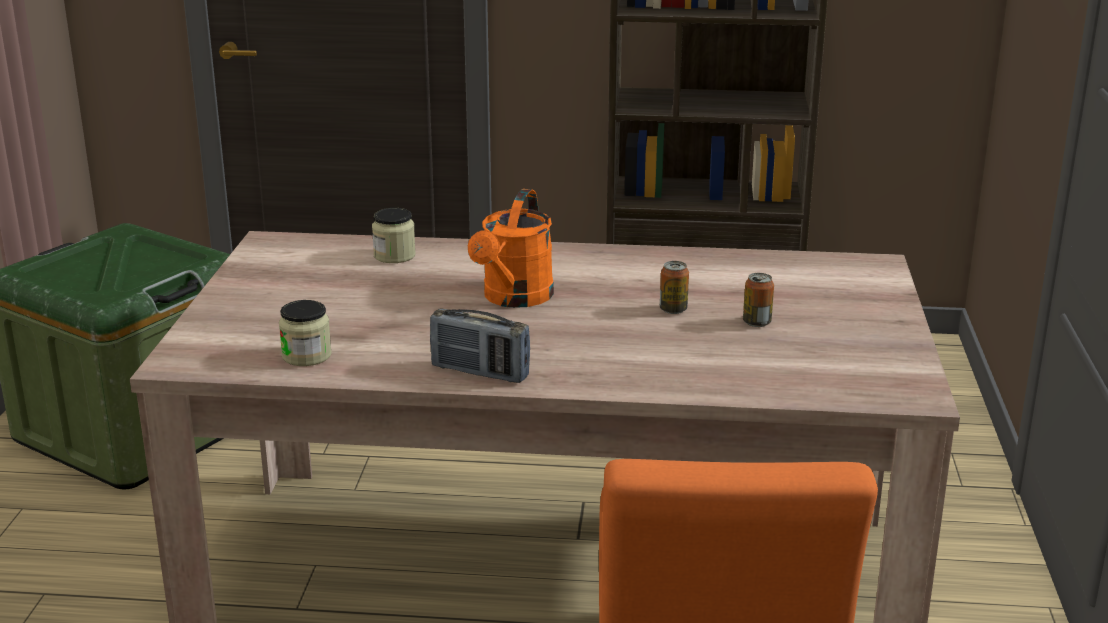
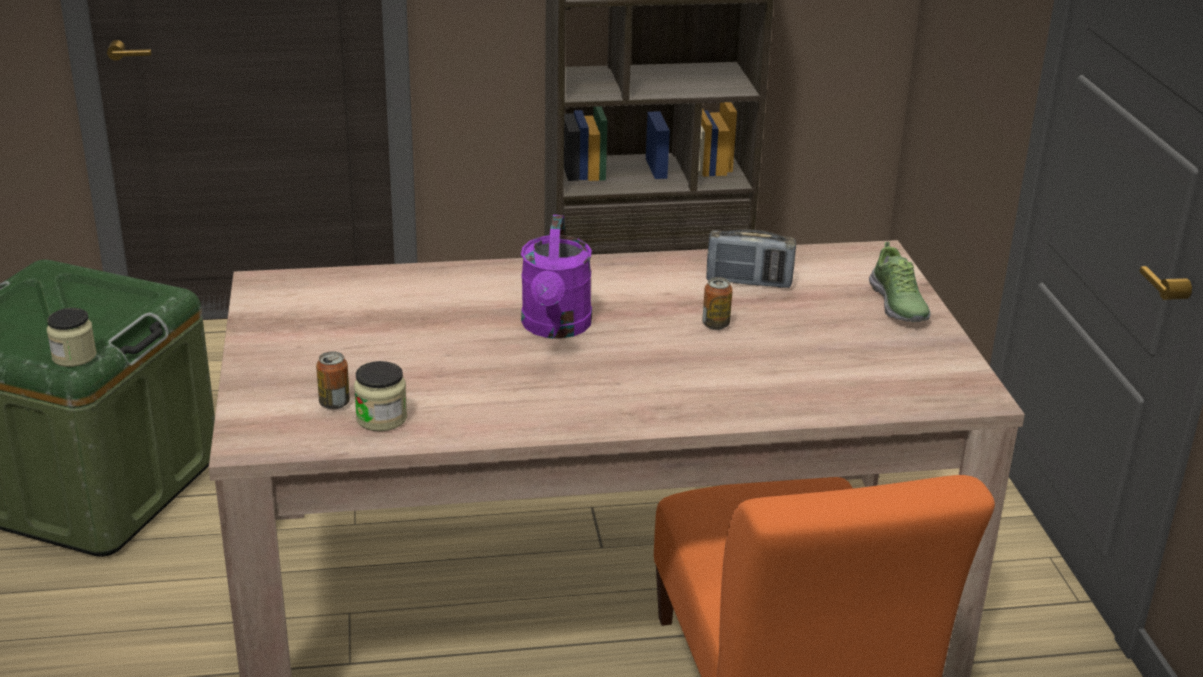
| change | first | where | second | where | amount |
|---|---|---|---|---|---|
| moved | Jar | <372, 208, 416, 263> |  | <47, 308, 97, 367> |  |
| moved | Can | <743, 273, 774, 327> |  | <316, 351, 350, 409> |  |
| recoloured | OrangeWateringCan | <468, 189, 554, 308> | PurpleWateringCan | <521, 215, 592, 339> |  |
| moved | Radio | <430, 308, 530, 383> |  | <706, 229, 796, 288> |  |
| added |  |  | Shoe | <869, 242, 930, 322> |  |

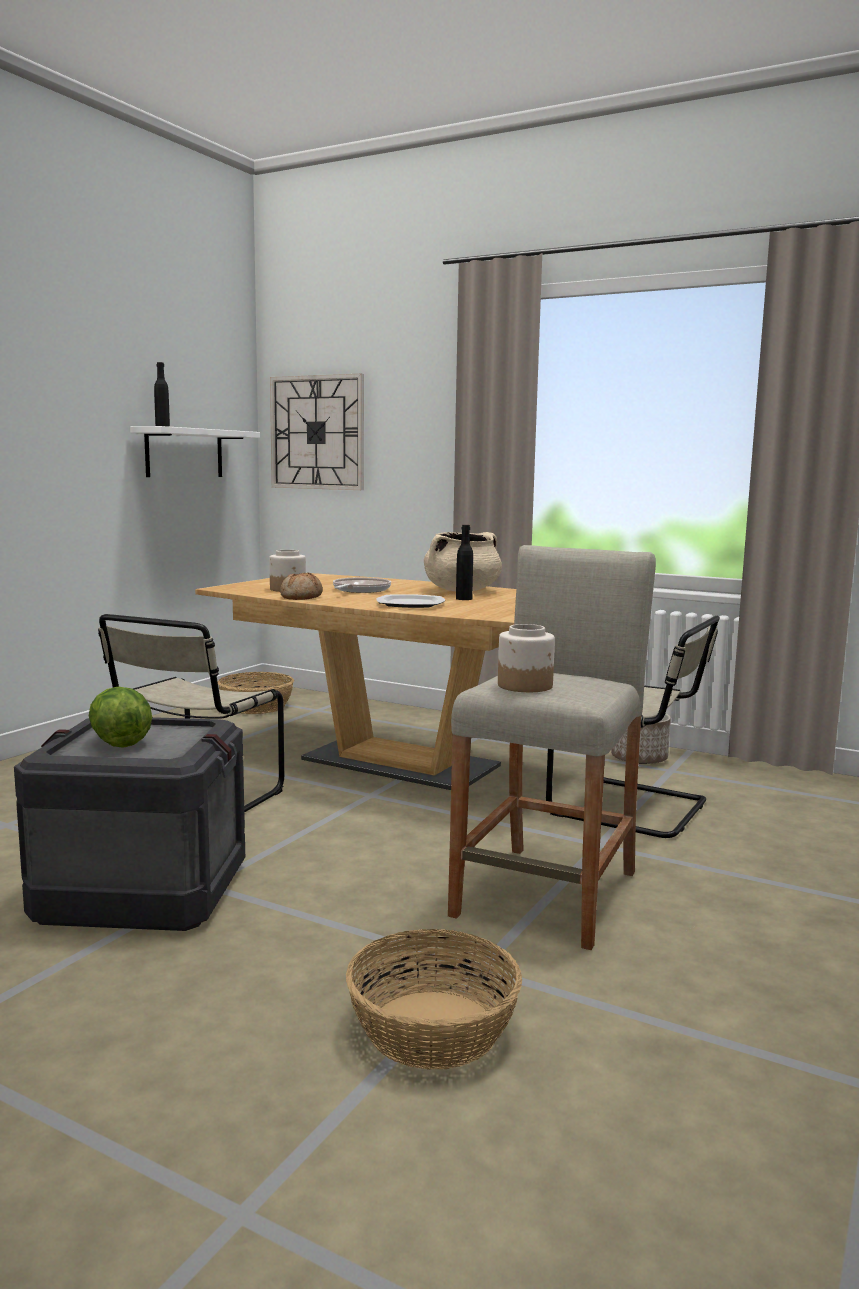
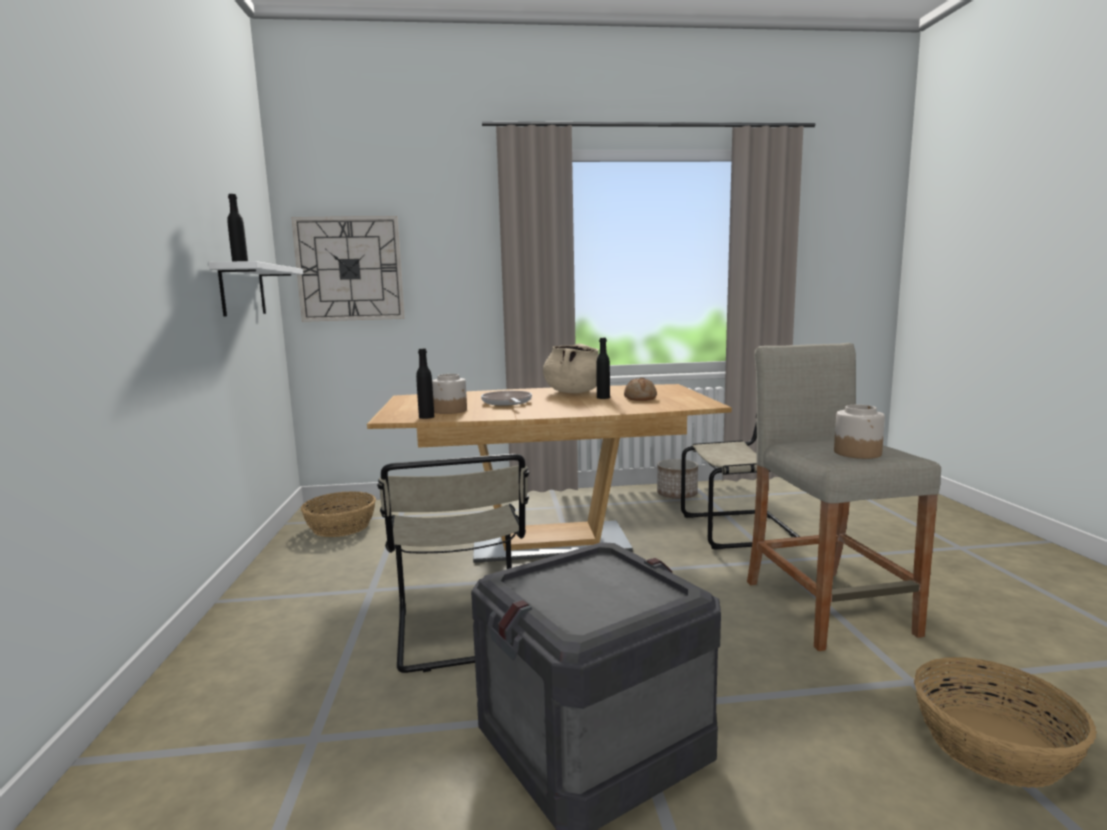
| change | first | where | second | where | amount |
|---|---|---|---|---|---|
| added |  |  | BlackBottle | <416, 348, 434, 419> |  |
| moved | Bread | <280, 573, 323, 600> |  | <624, 378, 657, 401> |  |
| removed | Lettuce | <89, 687, 152, 748> |  |  |  |
| removed | Plate | <376, 594, 445, 608> |  |  |  |

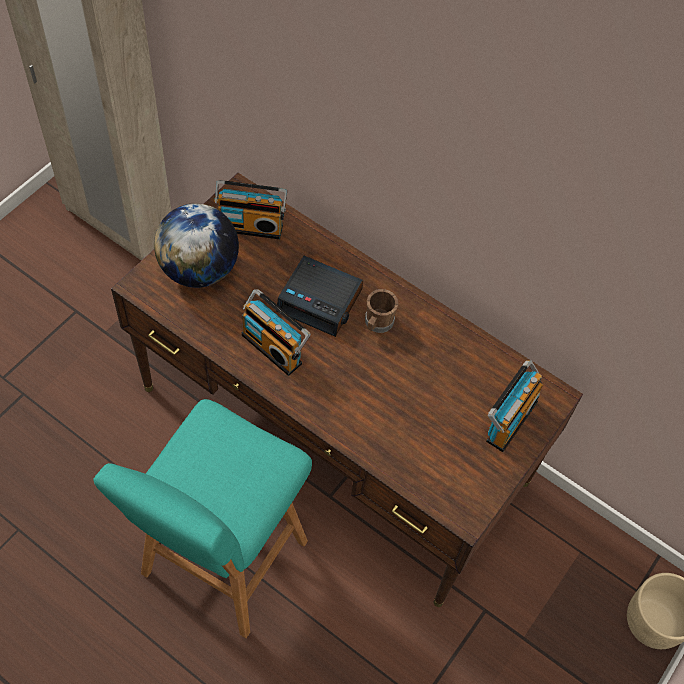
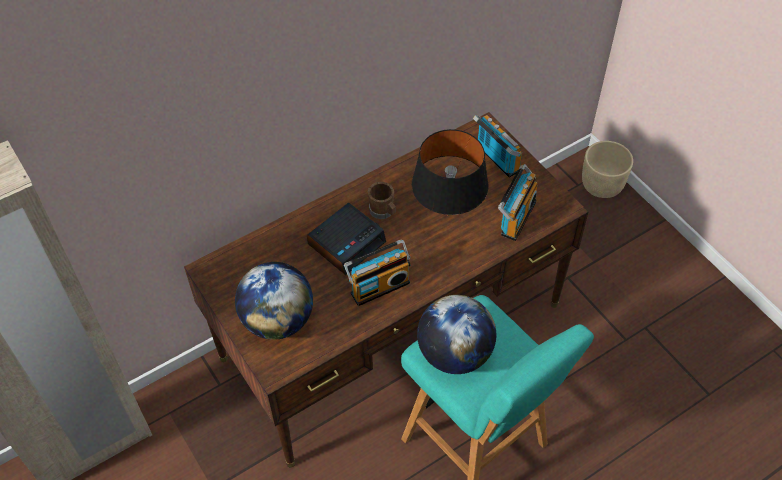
| change | first | where | second | where | amount |
|---|---|---|---|---|---|
| added |  |  | BlackTableLamp | <412, 129, 488, 216> |  |
| added |  |  | Globe | <417, 295, 496, 374> |  |
| moved | Radio | <214, 180, 287, 239> |  | <498, 164, 538, 241> |  |

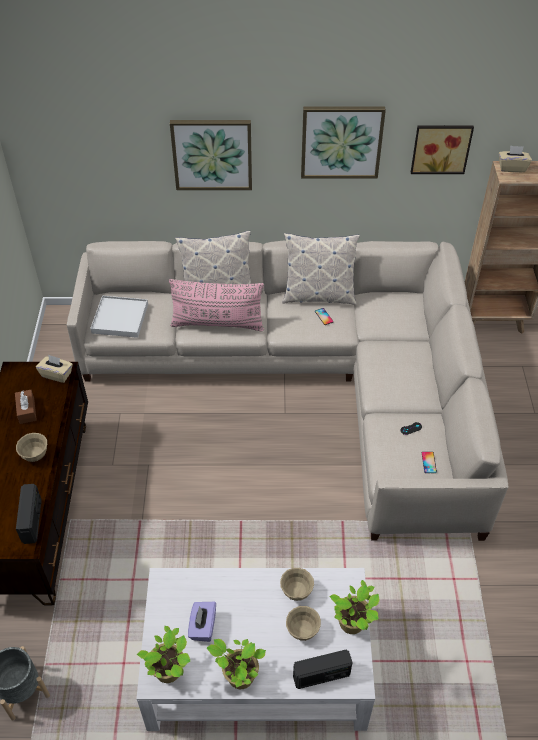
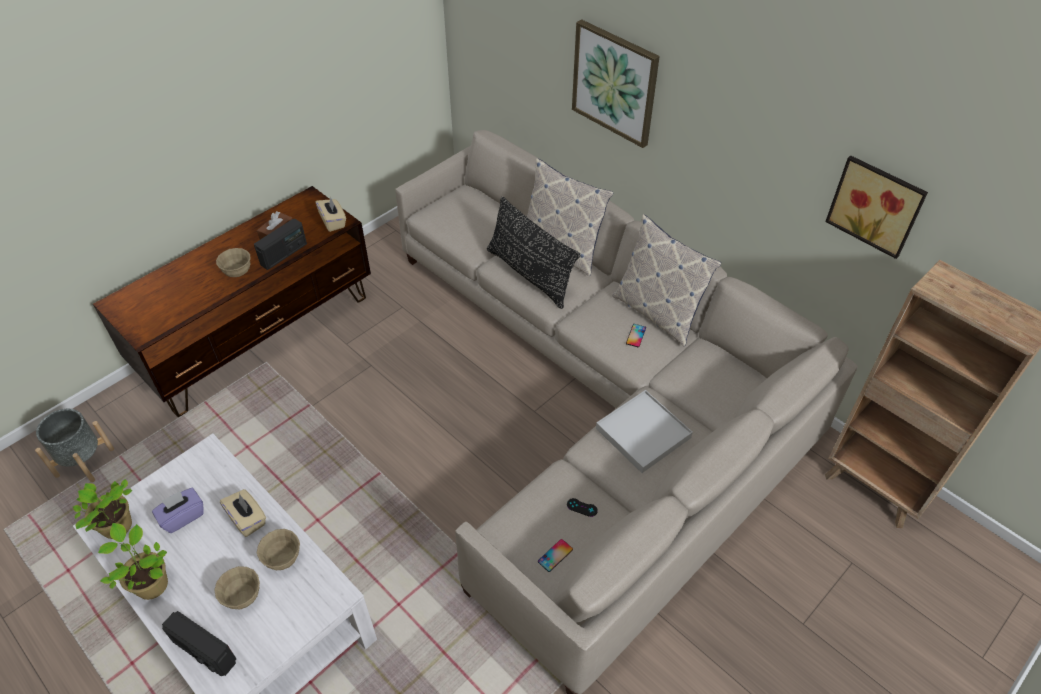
| change | first | where | second | where | amount |
|---|---|---|---|---|---|
| moved | BeigeTissueBox | <499, 145, 532, 172> |  | <220, 489, 266, 537> |  |
| moved | Radio | <16, 484, 42, 544> |  | <254, 218, 307, 270> |  |
| recoloured | PinkPillow | <169, 279, 264, 331> | BlackPillow | <487, 197, 580, 309> |  |
| moved | WhiteTray | <90, 296, 148, 338> |  | <596, 390, 693, 473> |  |
| removed | Picture | <301, 106, 386, 178> |  |  |  |
| removed | PottedPlant | <330, 580, 379, 634> |  |  |  |

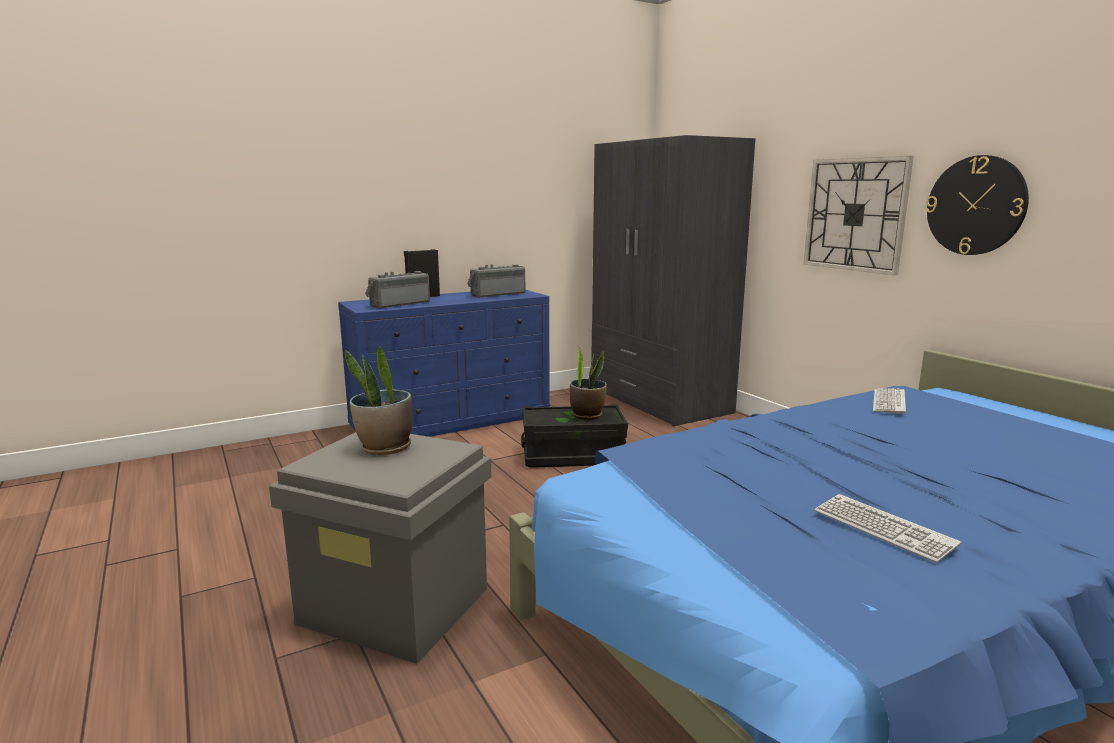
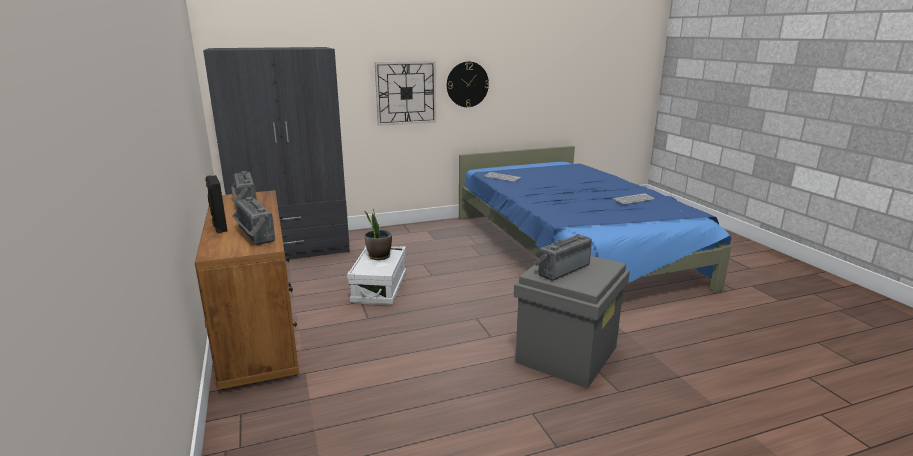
| change | first | where | second | where | amount |
|---|---|---|---|---|---|
| recoloured | BlueDresser | <338, 290, 550, 437> | BrownDresser | <195, 190, 299, 390> |  |
| recoloured | BlackStorageBox | <521, 405, 628, 468> | WhiteStorageBox | <347, 246, 406, 305> |  |
| replaced | PottedPlant | <345, 347, 412, 455> | Radio | <534, 234, 592, 280> |  |

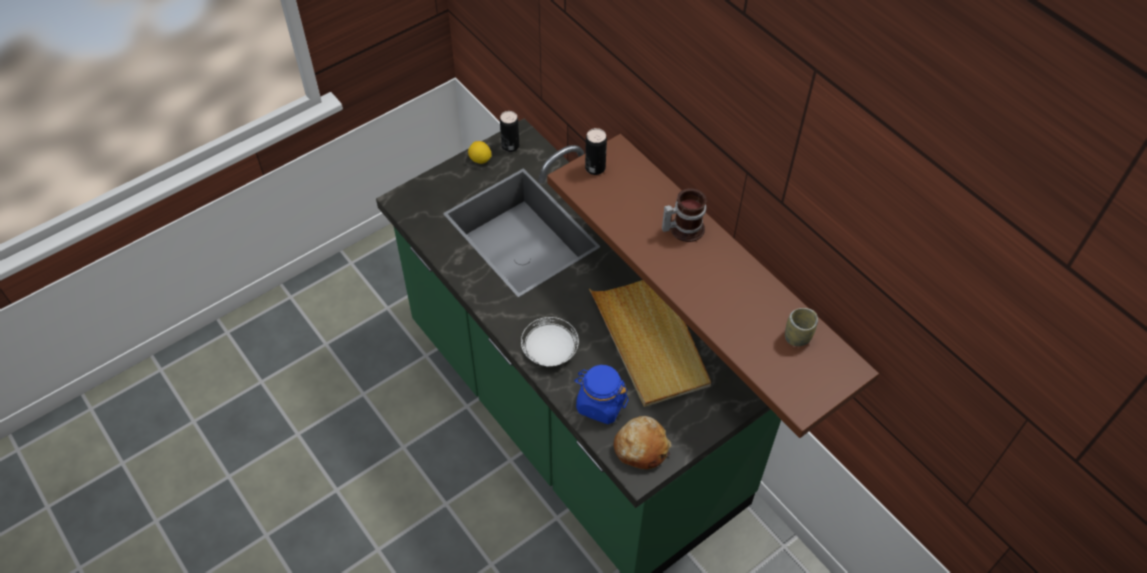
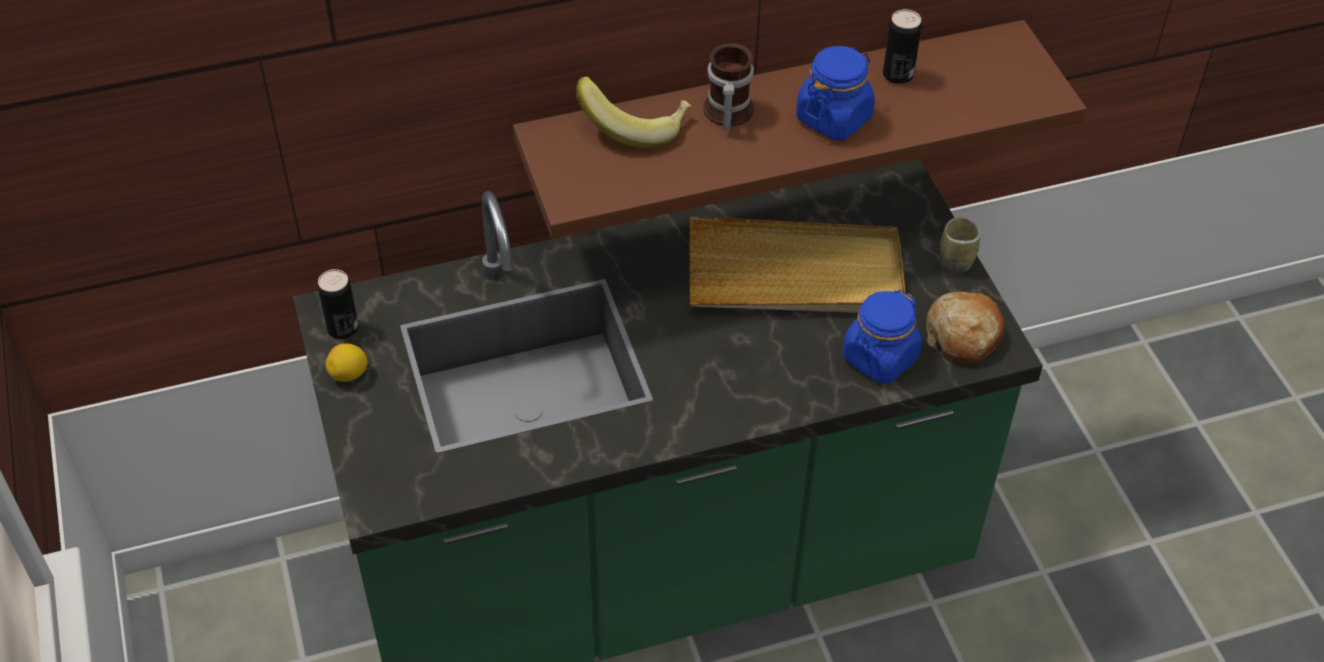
| change | first | where | second | where | amount |
|---|---|---|---|---|---|
| added |  |  | Banana | <576, 77, 692, 148> |  |
| added |  |  | BlueJar | <796, 46, 875, 140> |  |
| moved | Can | <585, 128, 607, 175> |  | <883, 9, 922, 84> |  |
| moved | Cup | <785, 308, 818, 346> |  | <940, 216, 980, 273> |  |
| removed | WhitePlate | <521, 317, 579, 367> |  |  |  |

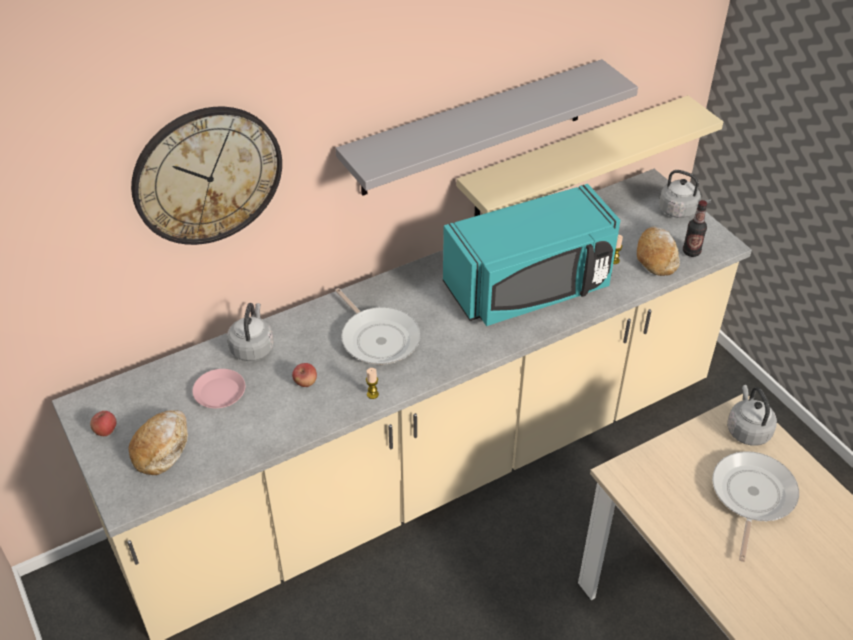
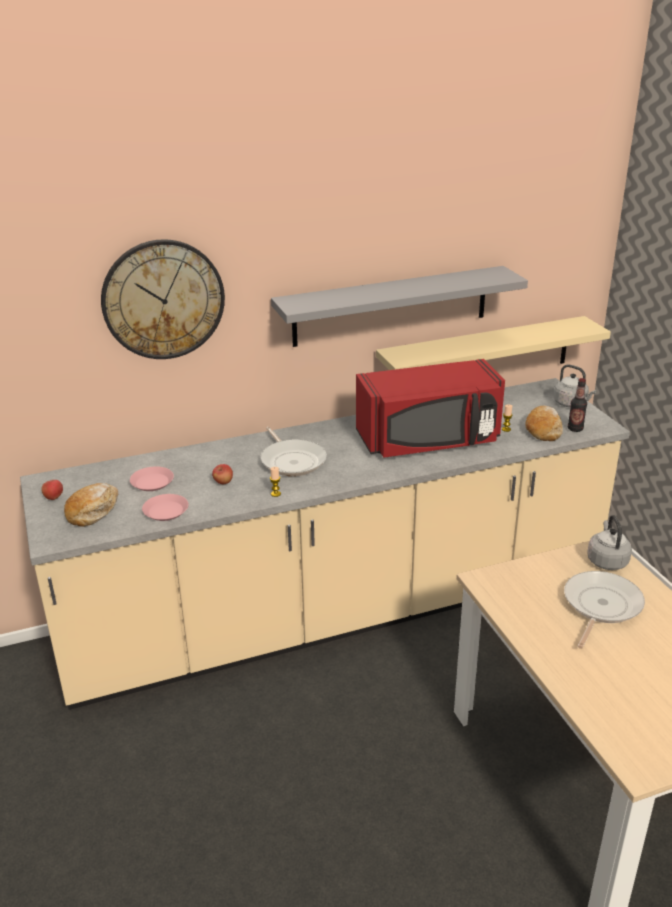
| change | first | where | second | where | amount |
|---|---|---|---|---|---|
| added |  |  | PinkPlate | <142, 494, 189, 521> |  |
| recoloured | TurquoiseMicrowave | <443, 184, 620, 326> | RedMicrowave | <356, 359, 505, 458> |  |
| removed | GreyKettle | <227, 303, 274, 361> |  |  |  |

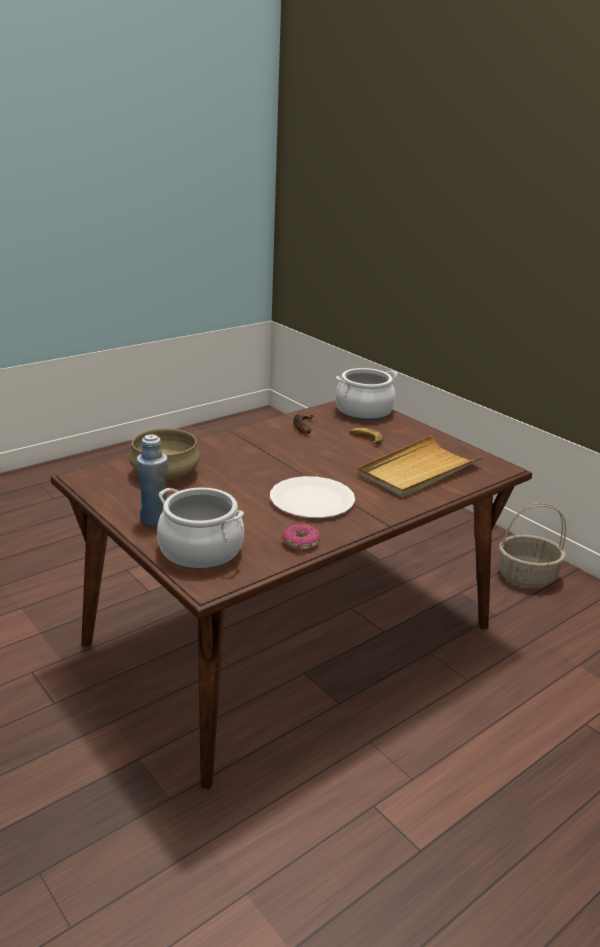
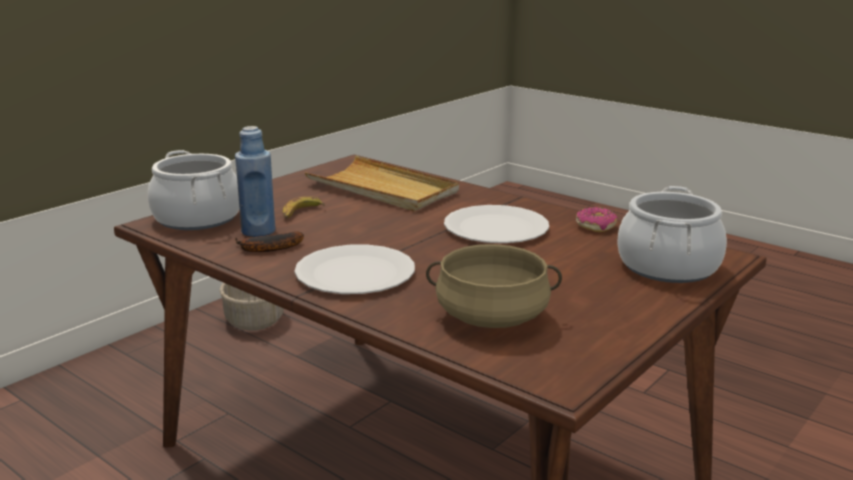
| change | first | where | second | where | amount |
|---|---|---|---|---|---|
| moved | BlueBottle | <137, 434, 168, 526> |  | <235, 126, 275, 237> |  |
| added |  |  | WhitePlate | <294, 245, 415, 294> |  |

